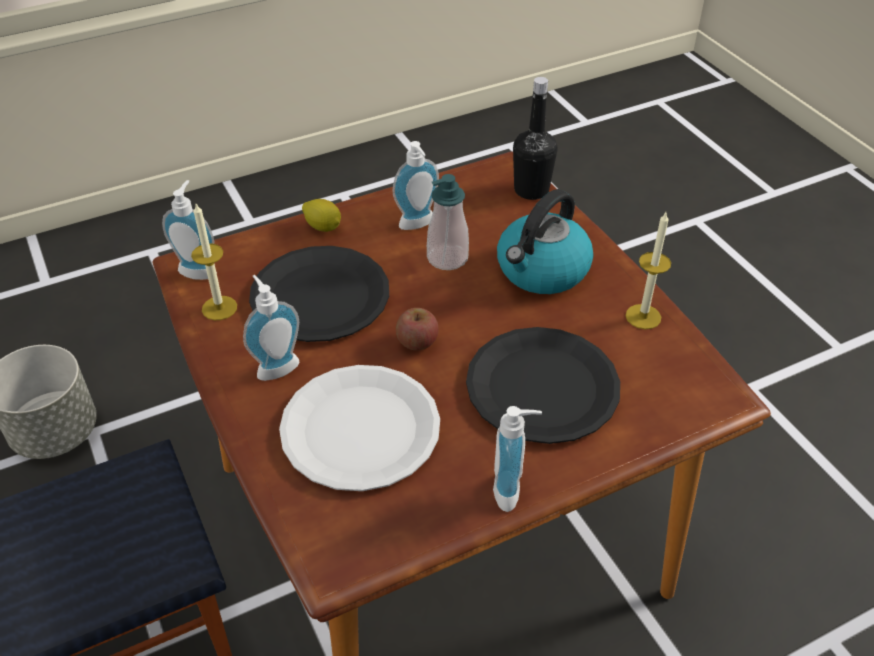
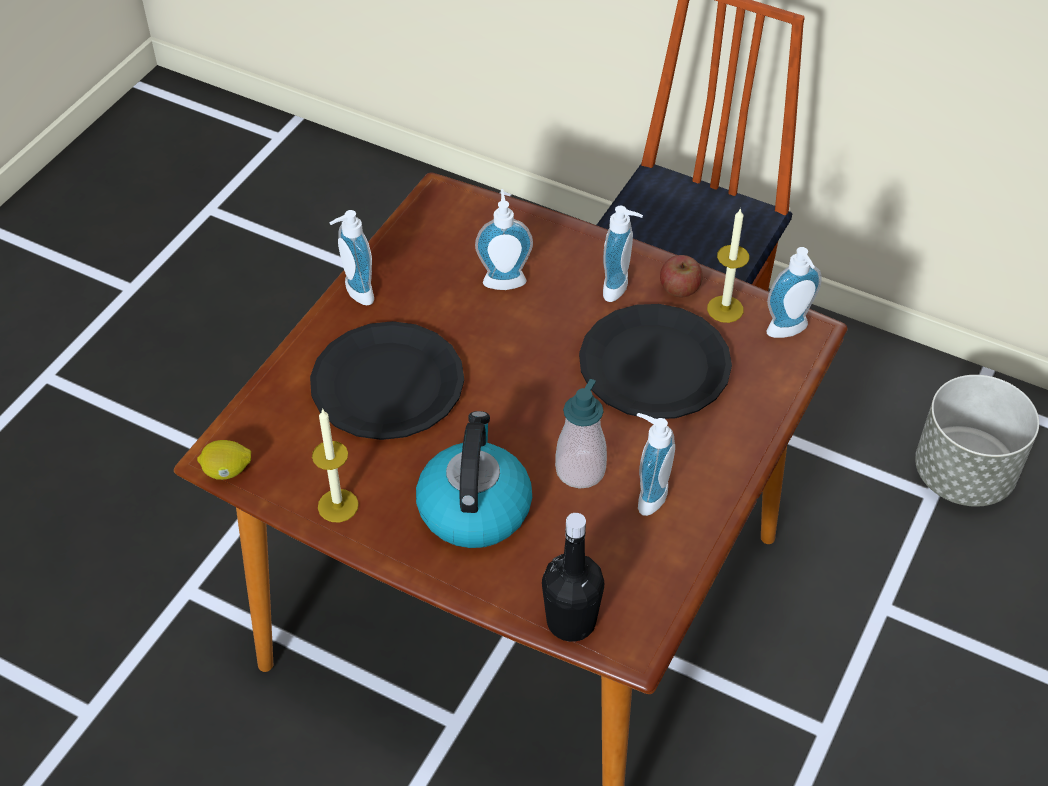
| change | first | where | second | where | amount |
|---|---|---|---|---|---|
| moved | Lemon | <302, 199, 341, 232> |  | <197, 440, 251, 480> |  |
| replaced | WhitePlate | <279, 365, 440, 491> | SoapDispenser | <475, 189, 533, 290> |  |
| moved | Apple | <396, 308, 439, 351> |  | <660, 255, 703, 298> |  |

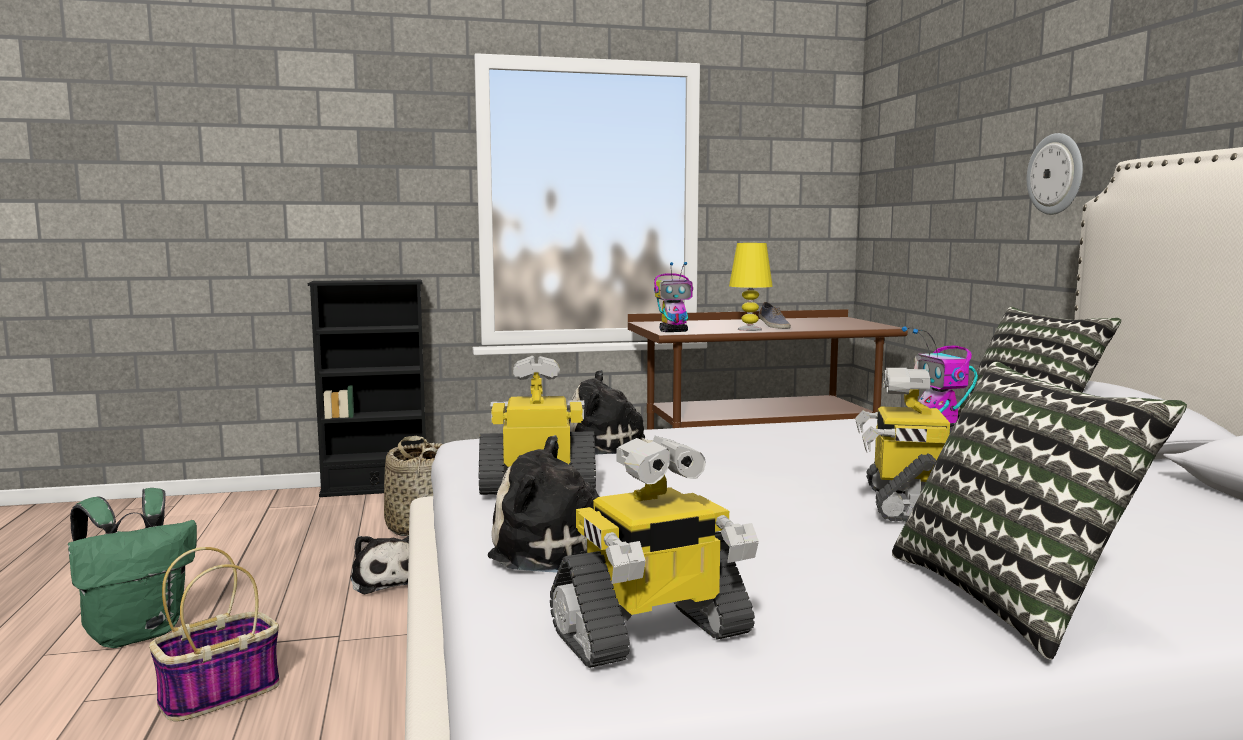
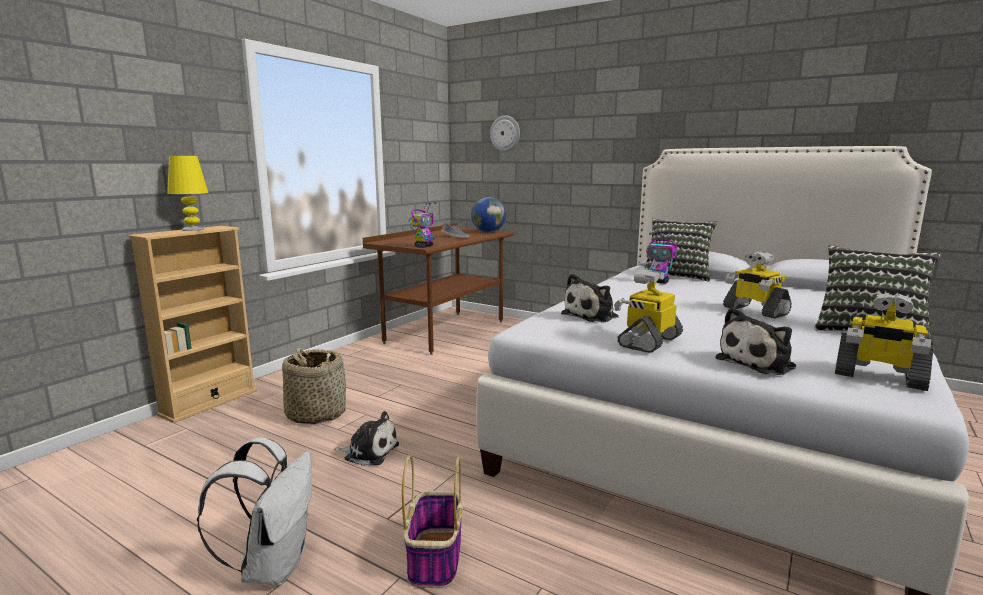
| change | first | where | second | where | amount |
|---|---|---|---|---|---|
| recoloured | BlackBookcase | <308, 280, 426, 497> | BeigeBookcase | <129, 226, 257, 423> |  |
| moved | YellowTableLamp | <729, 243, 773, 331> |  | <167, 156, 208, 231> |  |
| recoloured | GreenBackpack | <68, 488, 197, 648> | WhiteBackpack | <197, 437, 312, 586> |  |
| added |  |  | Globe | <471, 197, 506, 232> |  |
| moved | WallClock | <1027, 133, 1083, 215> |  | <490, 115, 520, 151> |  |
| turned | ToyRobot | <550, 436, 759, 668> |  | <835, 293, 934, 391> | 105 degrees clockwise |

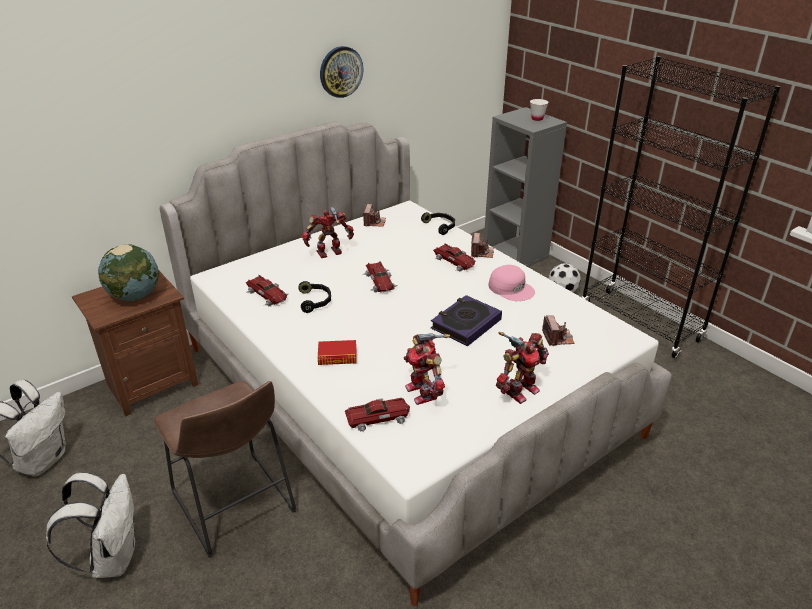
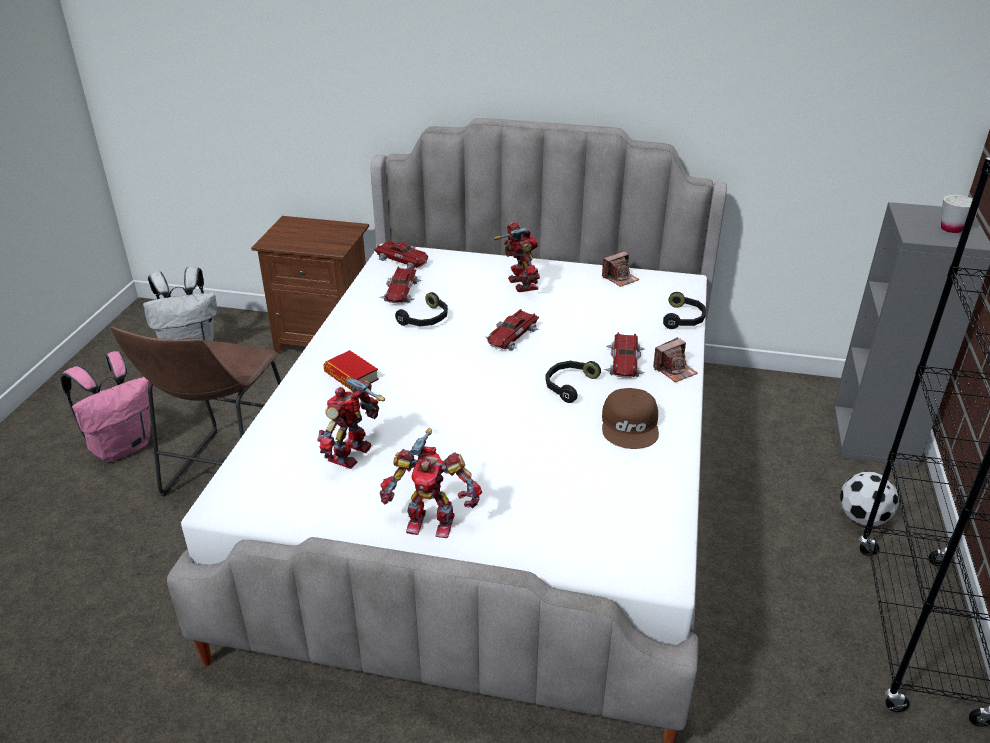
| change | first | where | second | where | amount |
|---|---|---|---|---|---|
| recoloured | WhiteBackpack | <46, 472, 135, 578> | PinkBackpack | <61, 351, 154, 462> |  |
| moved | ToyCar | <345, 398, 410, 433> |  | <374, 240, 428, 269> |  |
| turned | ToyRobot | <302, 207, 354, 258> |  | <494, 222, 540, 292> | 45 degrees clockwise |
| added |  |  | BlackHeadphones | <545, 361, 601, 403> |  |
| recoloured | PinkCap | <488, 265, 535, 301> | BrownCap | <602, 388, 659, 449> |  |
| removed | Globe | <98, 244, 159, 301> |  |  |  |
| removed | WallClock | <320, 46, 364, 98> |  |  |  |
| removed | Book | <431, 295, 502, 346> |  |  |  |
| removed | PhotoCamera | <542, 315, 575, 346> |  |  |  |

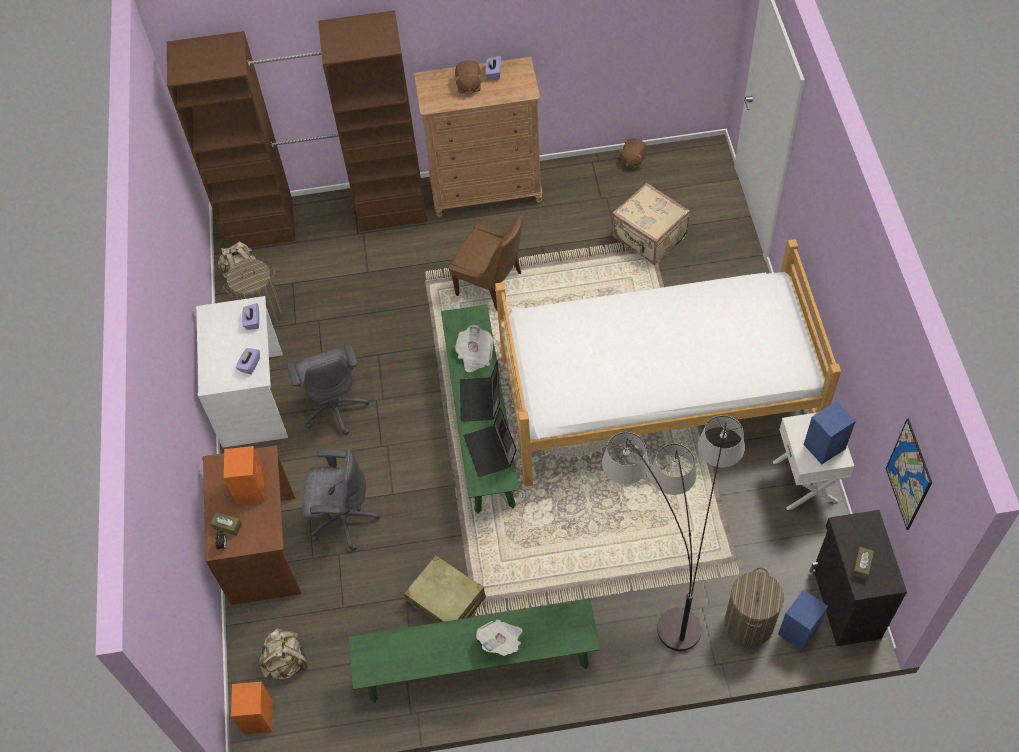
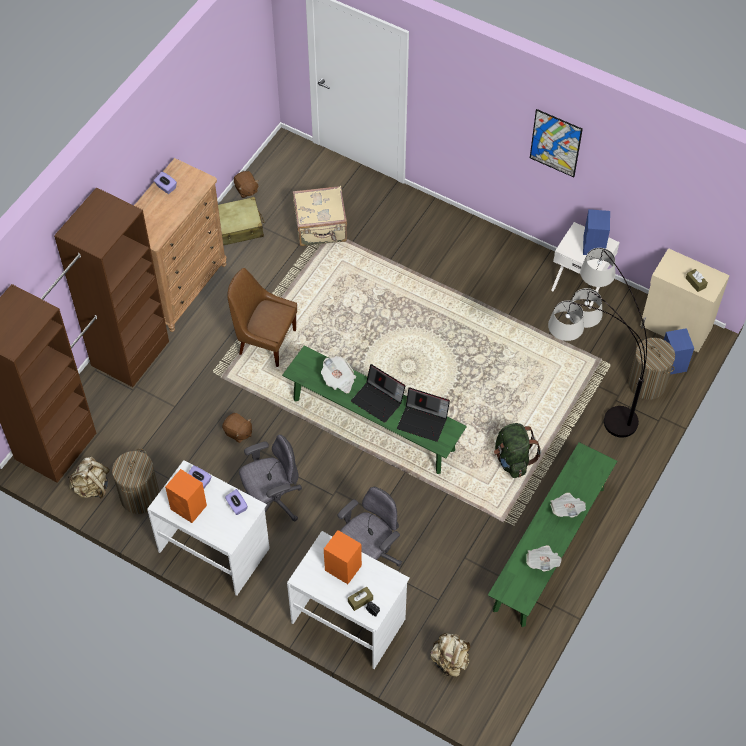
| change | first | where | second | where | amount |
|---|---|---|---|---|---|
| moved | OrangeSpeaker | <231, 682, 273, 734> |  | <165, 469, 207, 523> |  |
| moved | BeigeSuitcase | <404, 555, 486, 623> |  | <218, 197, 265, 246> |  |
| moved | BrownPlushToy | <454, 60, 482, 93> |  | <222, 413, 252, 443> |  |
| turned | BrownChair | <449, 215, 523, 310> |  | <227, 268, 297, 367> | 135 degrees counterclockwise |
| turned | GreyOfficeChair | <286, 343, 370, 435> |  | <239, 435, 302, 521> | 45 degrees counterclockwise |
| recoloured | BrownDesk | <202, 445, 302, 605> | WhiteDesk | <287, 531, 410, 669> |  |
| added |  |  | GreenBackpack | <494, 423, 541, 478> |  |
| added |  |  | Newspaper | <526, 545, 562, 571> |  |
| moved | Picture | <886, 418, 932, 530> |  | <530, 109, 583, 177> |  |
| recoloured | BlackCabinet | <810, 510, 907, 646> | BeigeCabinet | <640, 248, 730, 352> |  |
| removed | Bed | <495, 239, 841, 487> |  |  |  |

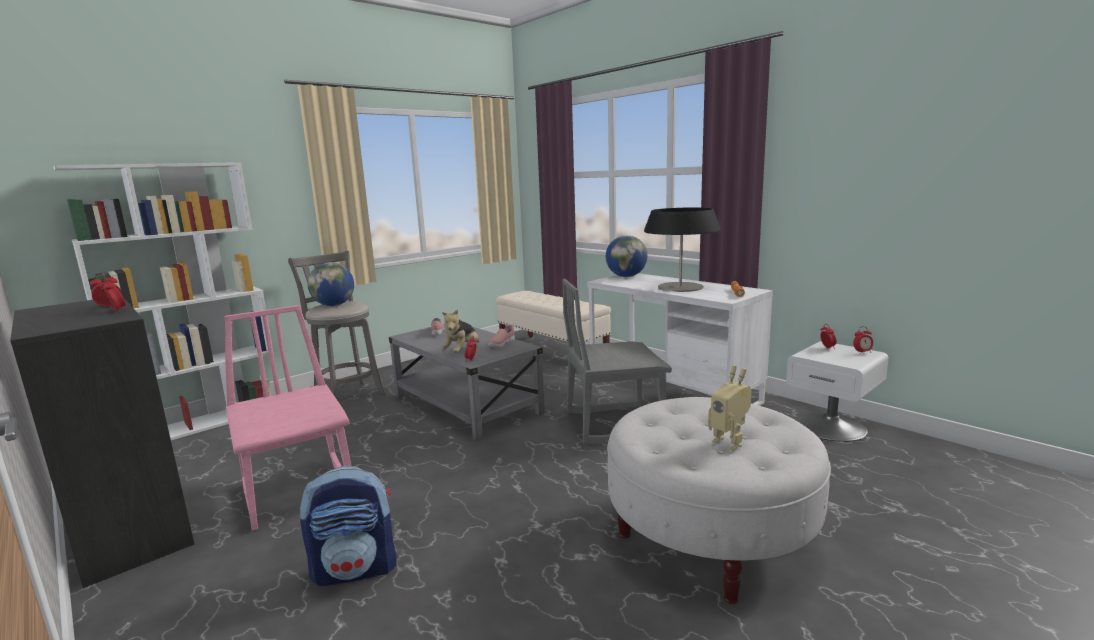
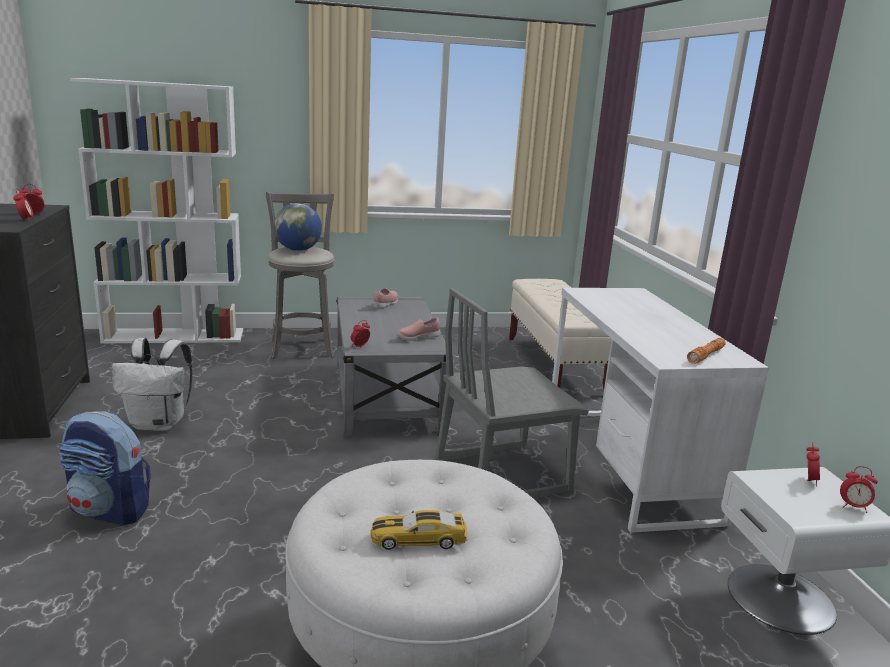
| change | first | where | second | where | amount |
|---|---|---|---|---|---|
| replaced | PinkChair | <224, 305, 351, 531> | WhiteBackpack | <112, 338, 192, 431> |  |
| replaced | ToyRobot | <708, 365, 752, 451> | ToyCar | <371, 510, 468, 550> |  |
| turned | GreyChair | <562, 279, 672, 445> |  | <436, 288, 589, 499> | 45 degrees counterclockwise |
| removed | PlushToy | <441, 309, 479, 353> |  |  |  |
| removed | Globe | <606, 235, 647, 277> |  |  |  |
| removed | TableLamp | <644, 207, 721, 292> |  |  |  |

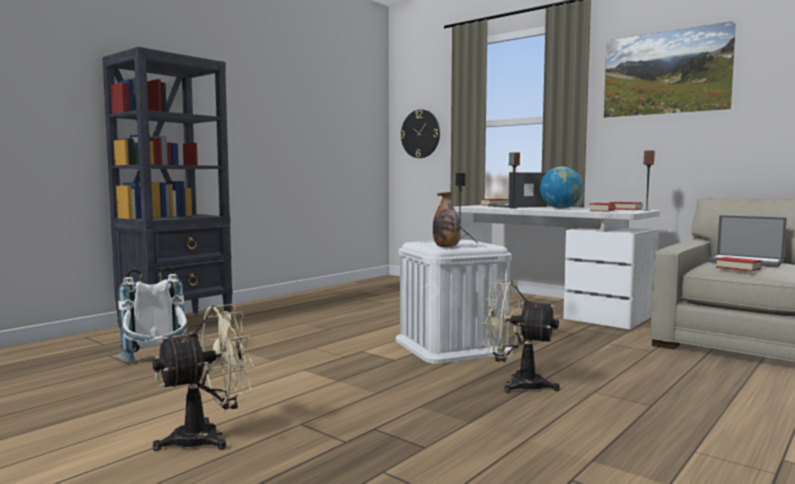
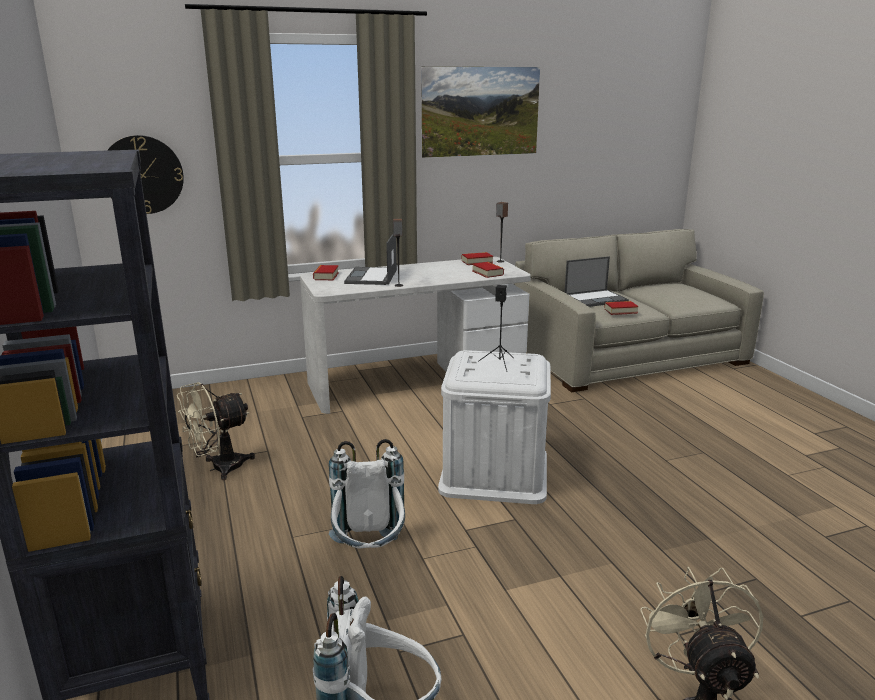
| change | first | where | second | where | amount |
|---|---|---|---|---|---|
| moved | BeigeFan | <482, 280, 560, 393> |  | <177, 382, 255, 480> |  |
| added |  |  | WhiteBackpack | <329, 439, 405, 548> |  |
| removed | Bottle | <433, 192, 461, 247> |  |  |  |
| removed | Globe | <540, 167, 583, 209> |  |  |  |

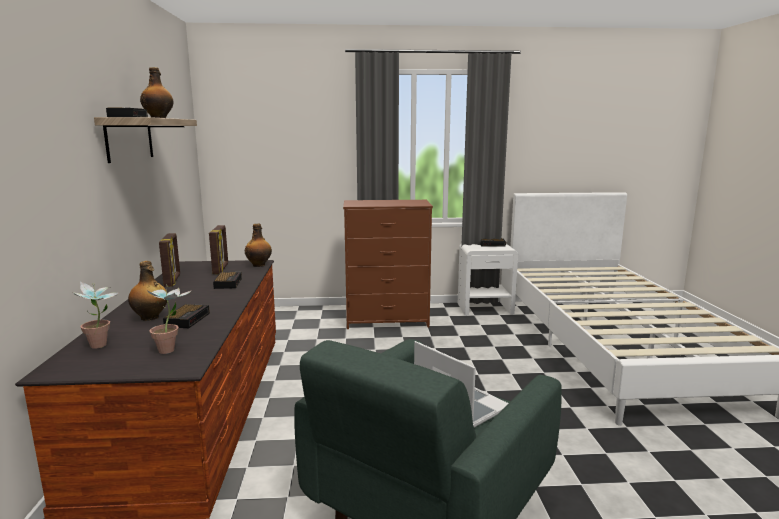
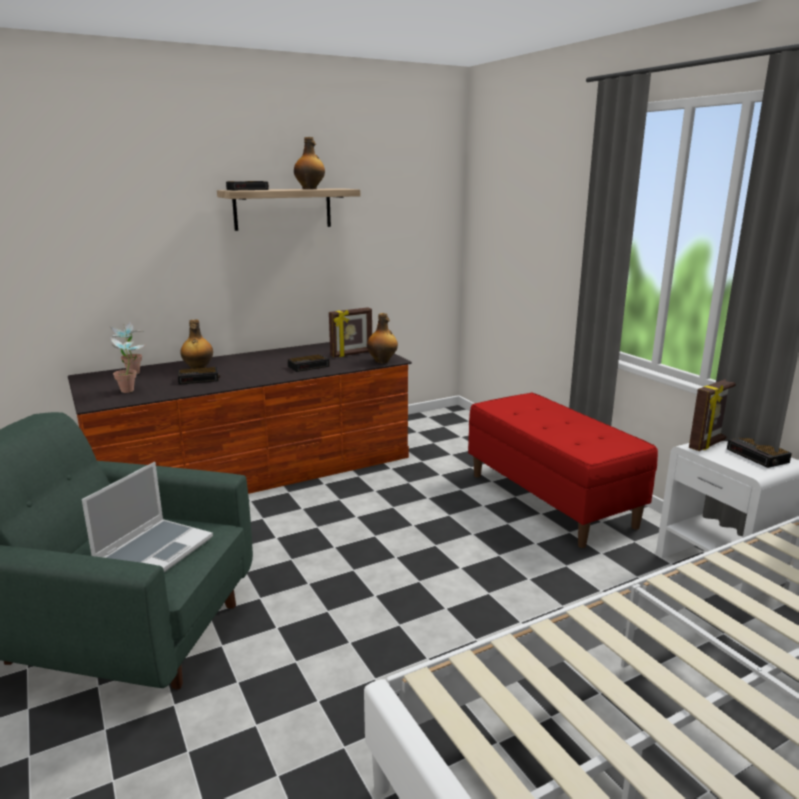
| change | first | where | second | where | amount |
|---|---|---|---|---|---|
| replaced | BrownDresser | <343, 200, 433, 329> | RedBench | <468, 393, 658, 548> |  |
| moved | PictureFrame | <159, 233, 180, 287> |  | <689, 379, 736, 451> |  |

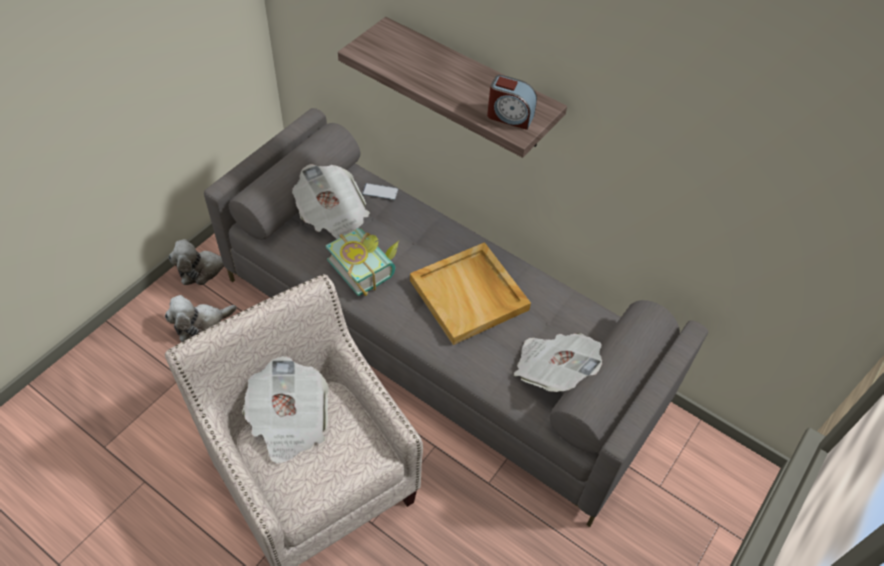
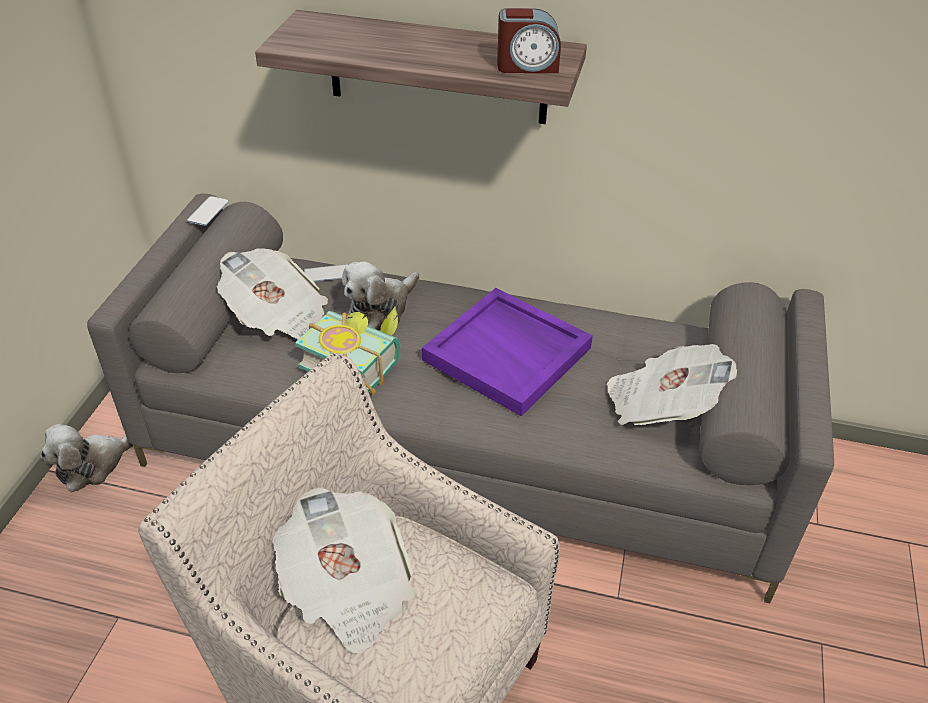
| change | first | where | second | where | amount |
|---|---|---|---|---|---|
| added |  |  | Phone | <186, 196, 229, 226> |  |
| moved | PlushToy | <165, 295, 237, 342> |  | <342, 262, 420, 330> |  |
| recoloured | BeigeTray | <410, 242, 531, 345> | PurpleTray | <422, 288, 593, 416> |  |

